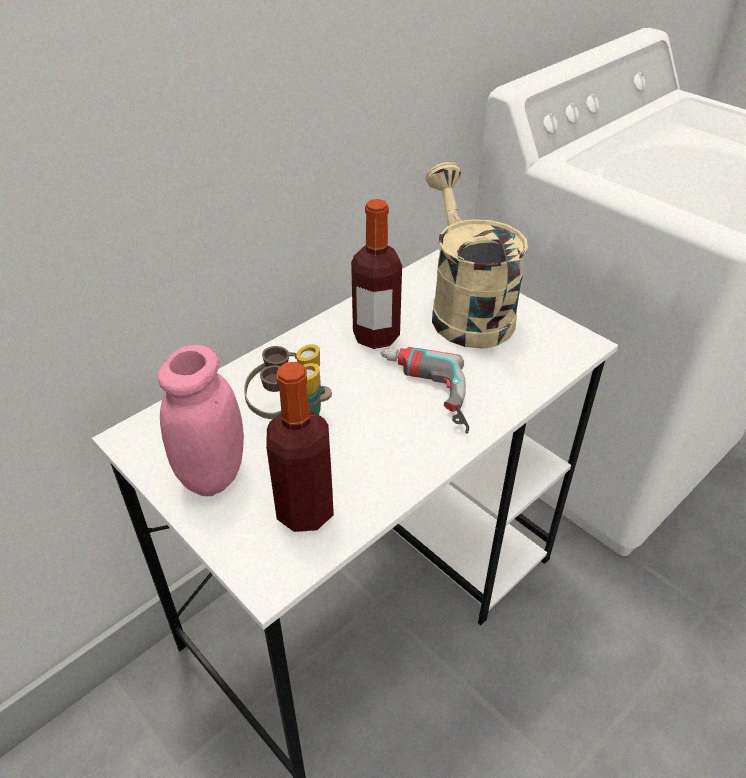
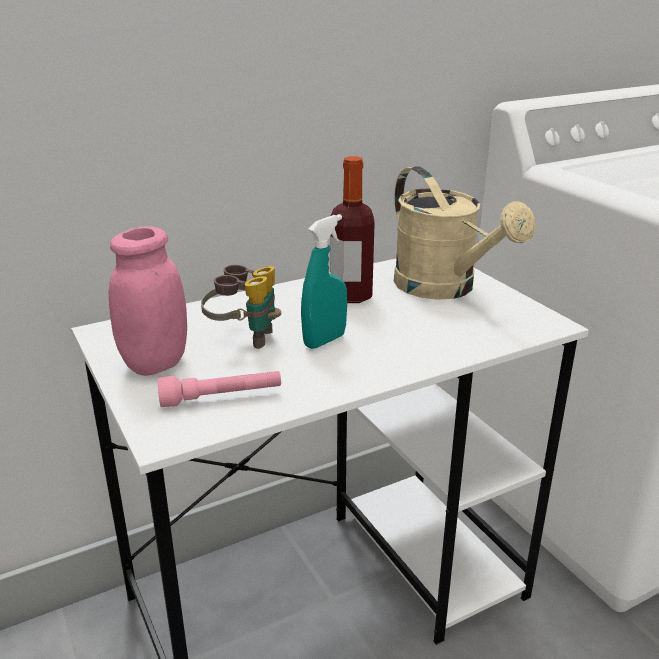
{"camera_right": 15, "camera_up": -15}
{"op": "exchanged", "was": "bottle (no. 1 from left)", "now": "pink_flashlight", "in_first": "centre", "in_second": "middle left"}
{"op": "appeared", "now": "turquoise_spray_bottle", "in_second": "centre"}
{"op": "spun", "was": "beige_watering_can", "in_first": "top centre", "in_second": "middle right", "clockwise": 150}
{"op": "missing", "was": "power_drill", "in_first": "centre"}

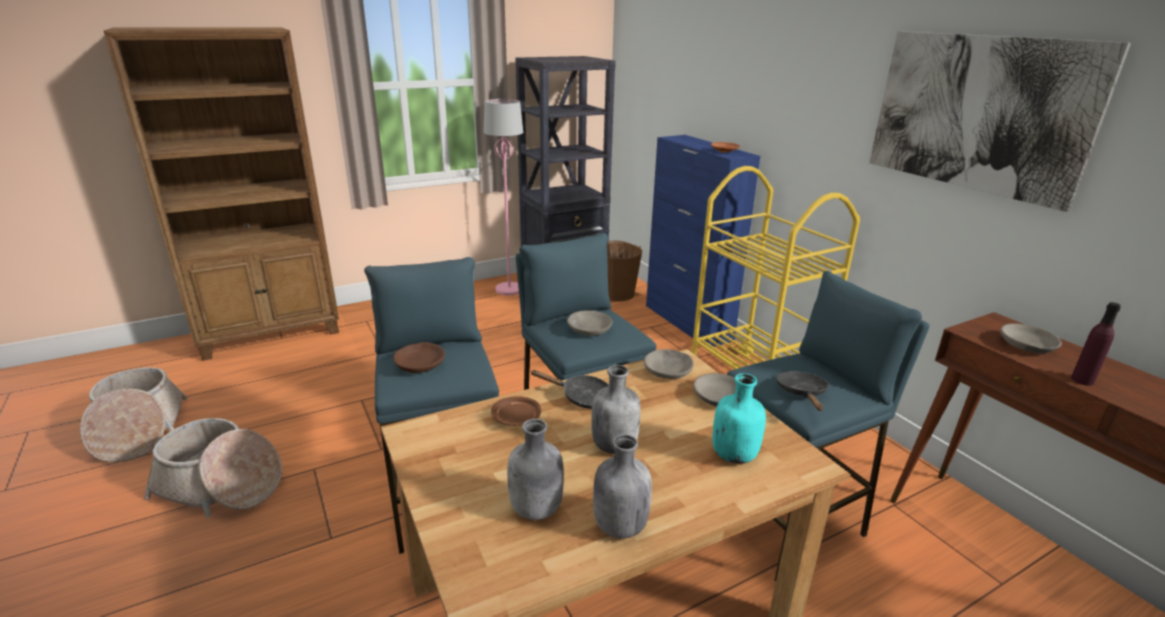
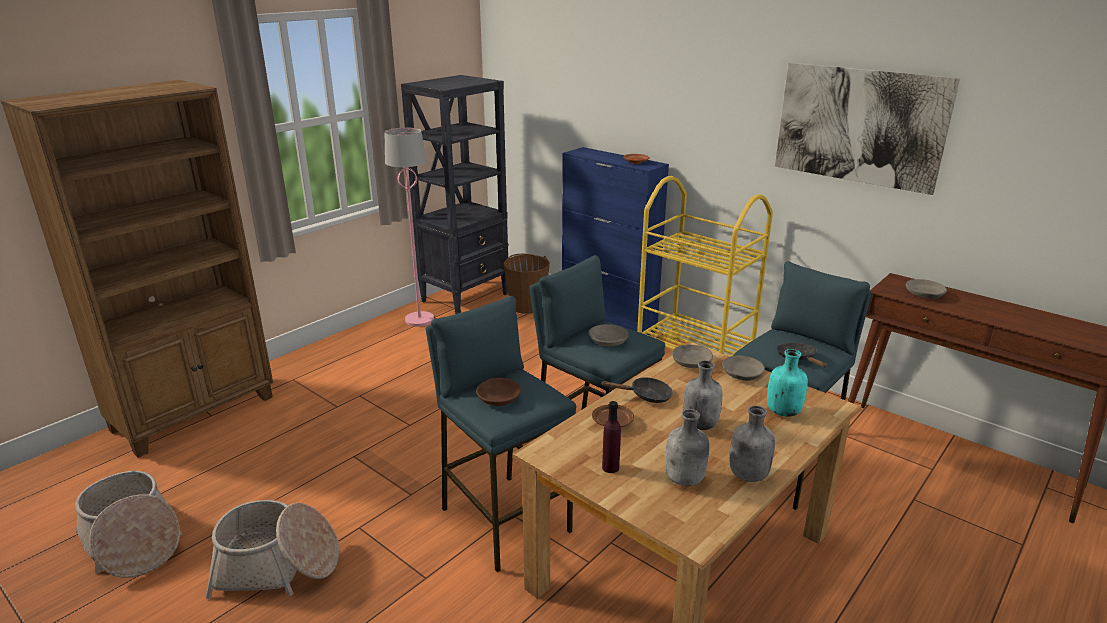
{"camera_right": -20, "camera_up": 0}
{"op": "relocated", "was": "purple_bottle", "in_first": "middle right", "in_second": "bottom centre"}

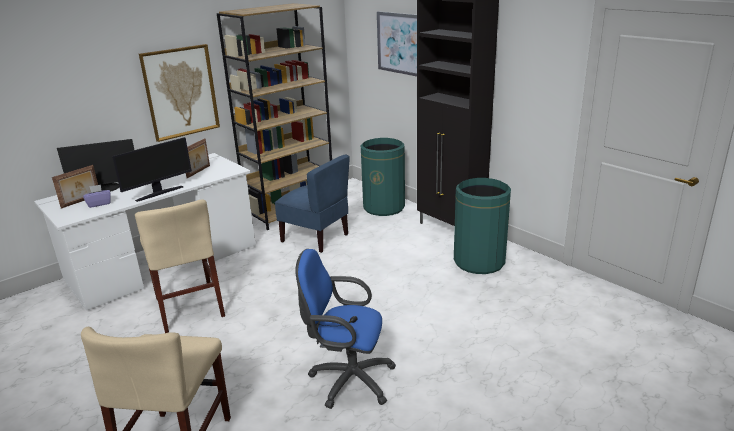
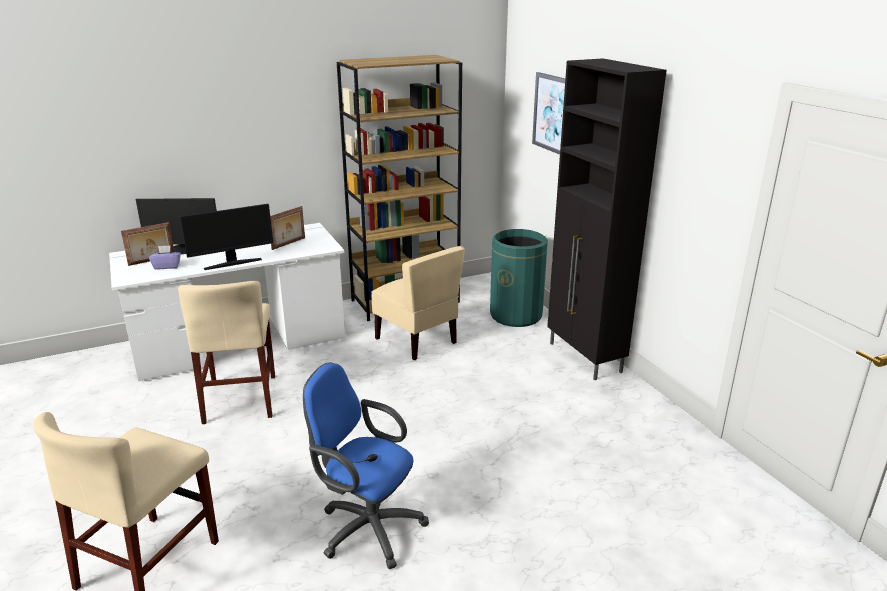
{"camera_right": 15, "camera_up": 0}
{"op": "colour", "was": "blue_chair", "now": "beige_chair (no. 3 from left)", "in_first": "centre", "in_second": "centre"}
{"op": "missing", "was": "picture (no. 1 from left)", "in_first": "top left"}
{"op": "missing", "was": "green_trash_can (no. 2 from left)", "in_first": "centre"}

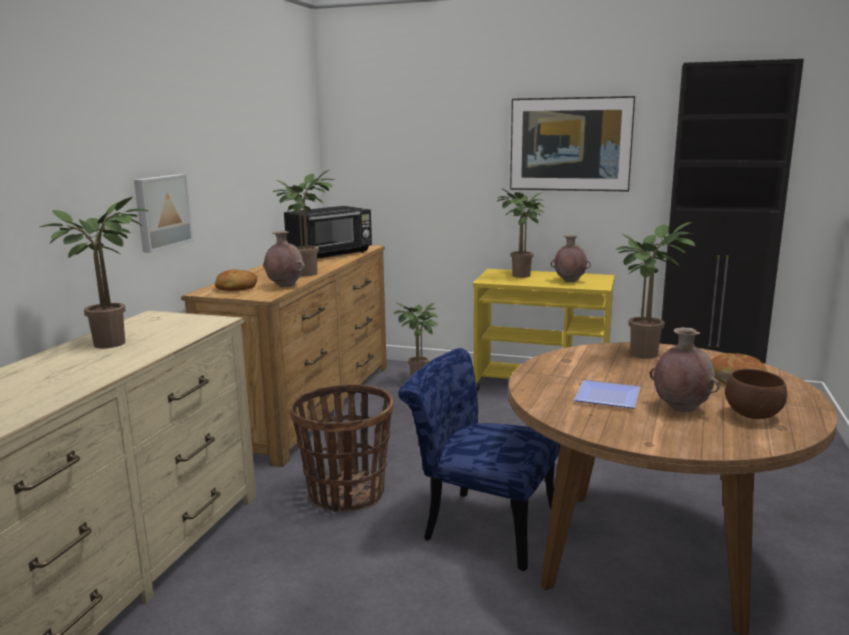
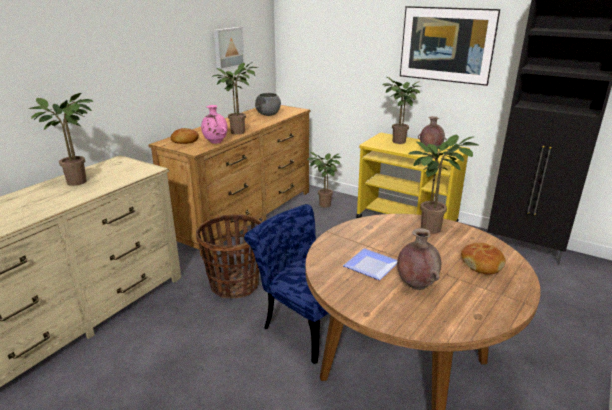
{"camera_right": 15, "camera_up": 10}
{"op": "colour", "was": "brown_vase (no. 1 from left)", "now": "pink_vase", "in_first": "centre", "in_second": "top centre"}
{"op": "relocated", "was": "picture (no. 1 from left)", "in_first": "middle left", "in_second": "top centre"}
{"op": "exchanged", "was": "black_microwave", "now": "grey_bowl", "in_first": "centre", "in_second": "top centre"}
{"op": "missing", "was": "brown_bowl", "in_first": "middle right"}

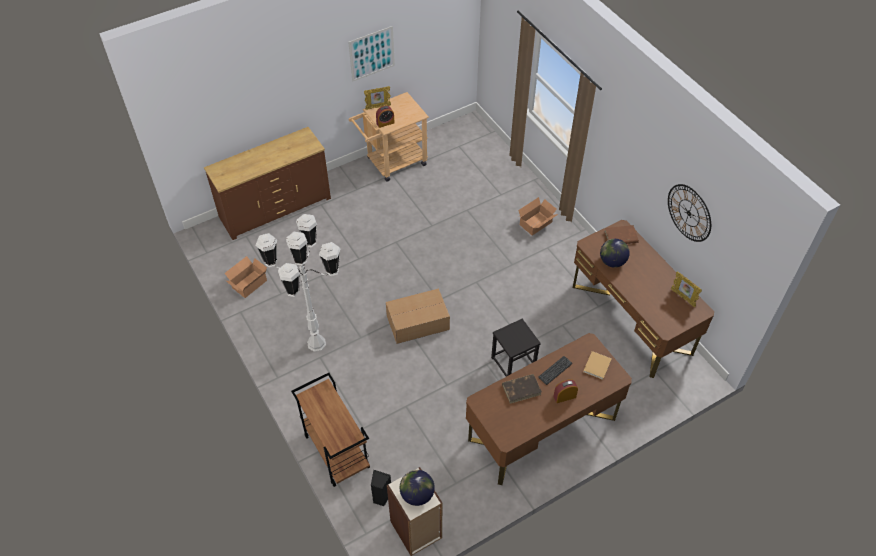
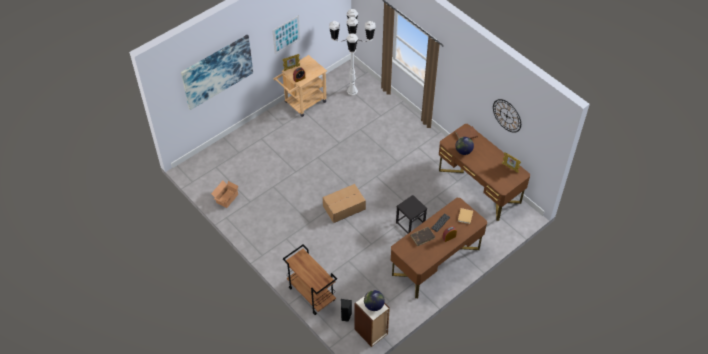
{"camera_right": -10, "camera_up": 0}
{"op": "appeared", "now": "picture (no. 1 from left)", "in_second": "top left"}
{"op": "relocated", "was": "white_floor_lamp", "in_first": "centre", "in_second": "top centre"}
{"op": "missing", "was": "brown_dresser", "in_first": "top left"}
{"op": "missing", "was": "cardboard_box (no. 3 from left)", "in_first": "centre"}

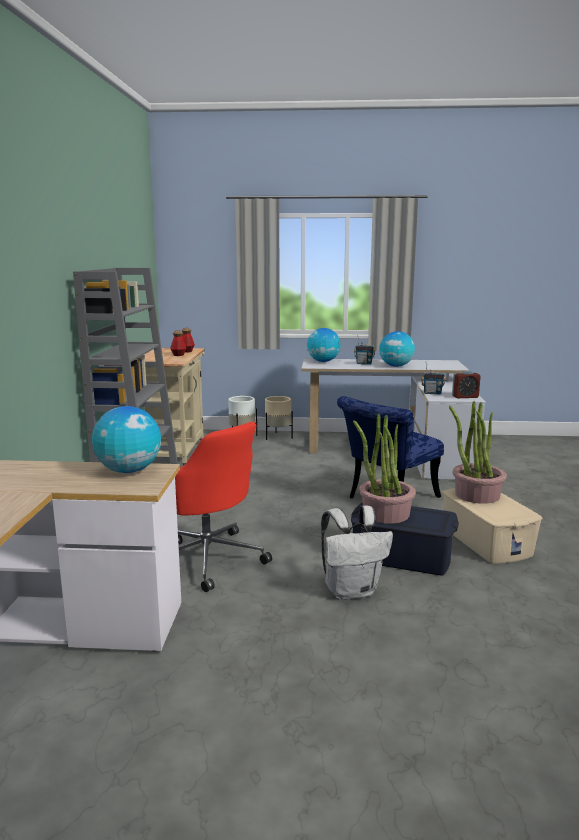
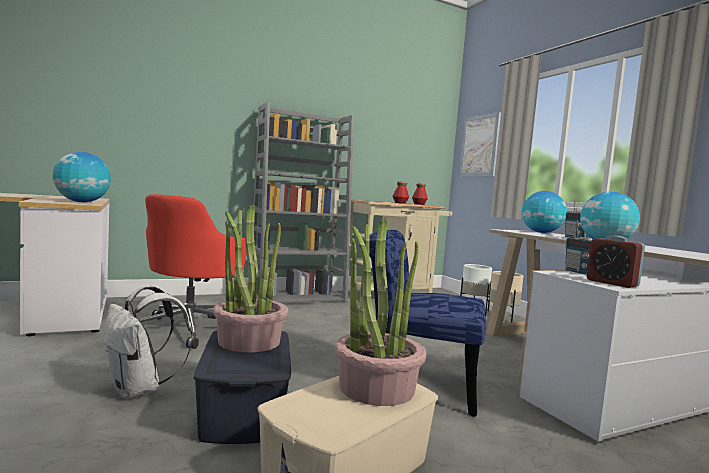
{"camera_right": 60, "camera_up": -10}
{"op": "appeared", "now": "picture", "in_second": "top right"}

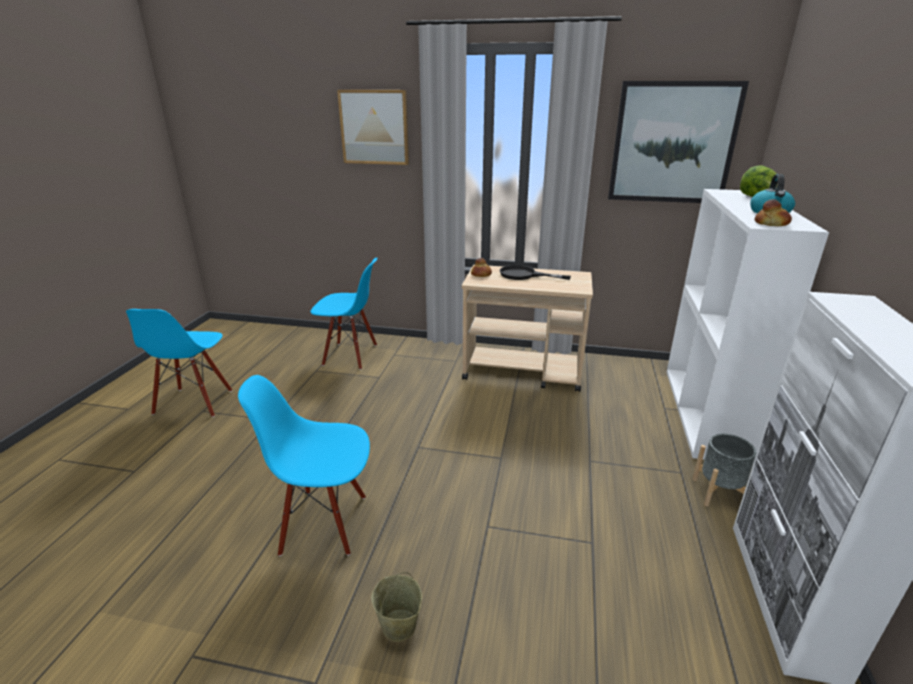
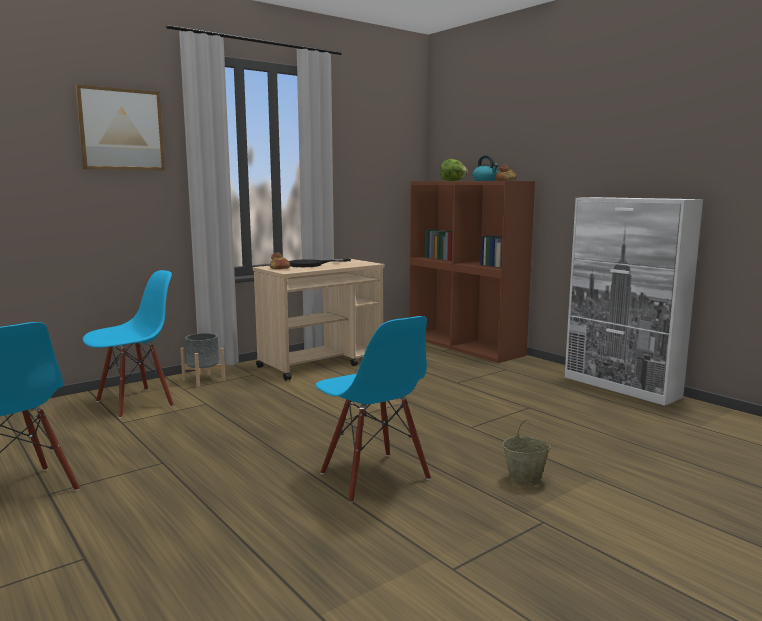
{"camera_right": -50, "camera_up": -15}
{"op": "relocated", "was": "grey_planter", "in_first": "bottom right", "in_second": "middle left"}
{"op": "spun", "was": "blue_chair (no. 2 from left in the first image)", "in_first": "bottom left", "in_second": "centre", "clockwise": -75}
{"op": "colour", "was": "white_bookcase", "now": "brown_bookcase", "in_first": "middle right", "in_second": "centre"}
{"op": "missing", "was": "picture (no. 2 from left)", "in_first": "top right"}

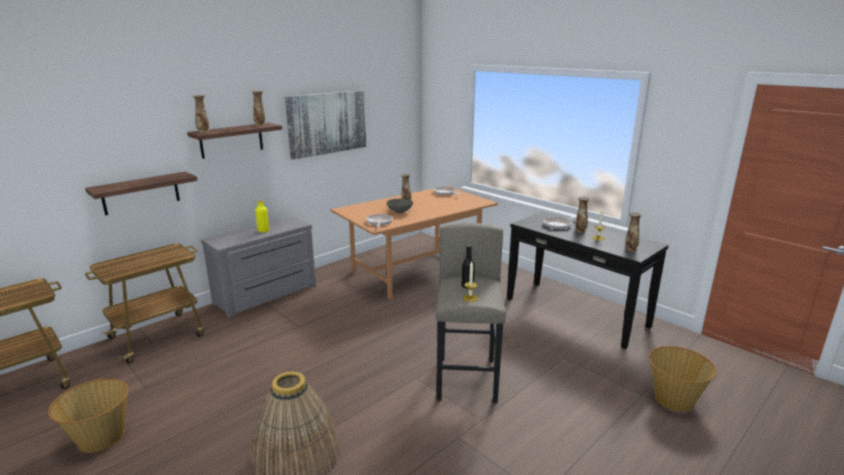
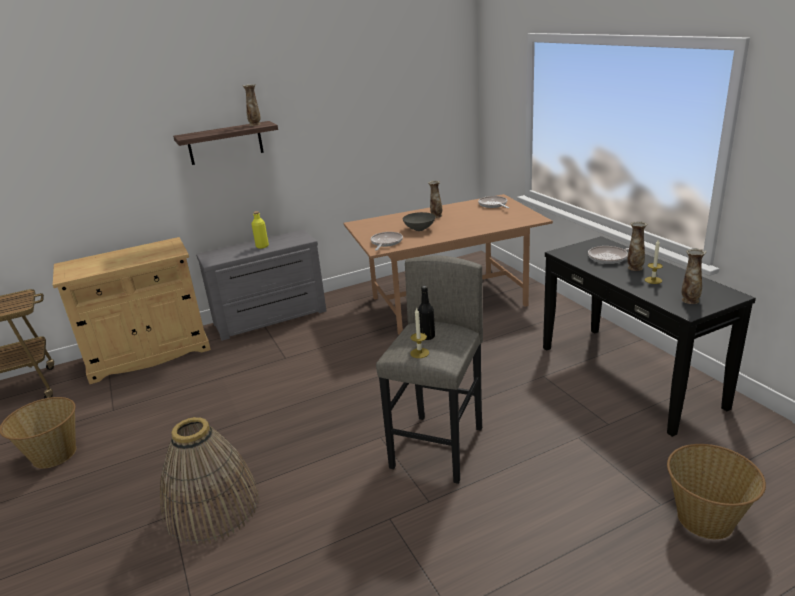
{"camera_right": 20, "camera_up": 5}
{"op": "exchanged", "was": "cart (no. 2 from left)", "now": "beige_cabinet", "in_first": "middle left", "in_second": "middle left"}
{"op": "missing", "was": "shelf (no. 1 from left)", "in_first": "middle left"}
{"op": "missing", "was": "vase (no. 1 from left)", "in_first": "top left"}
{"op": "missing", "was": "picture", "in_first": "top centre"}

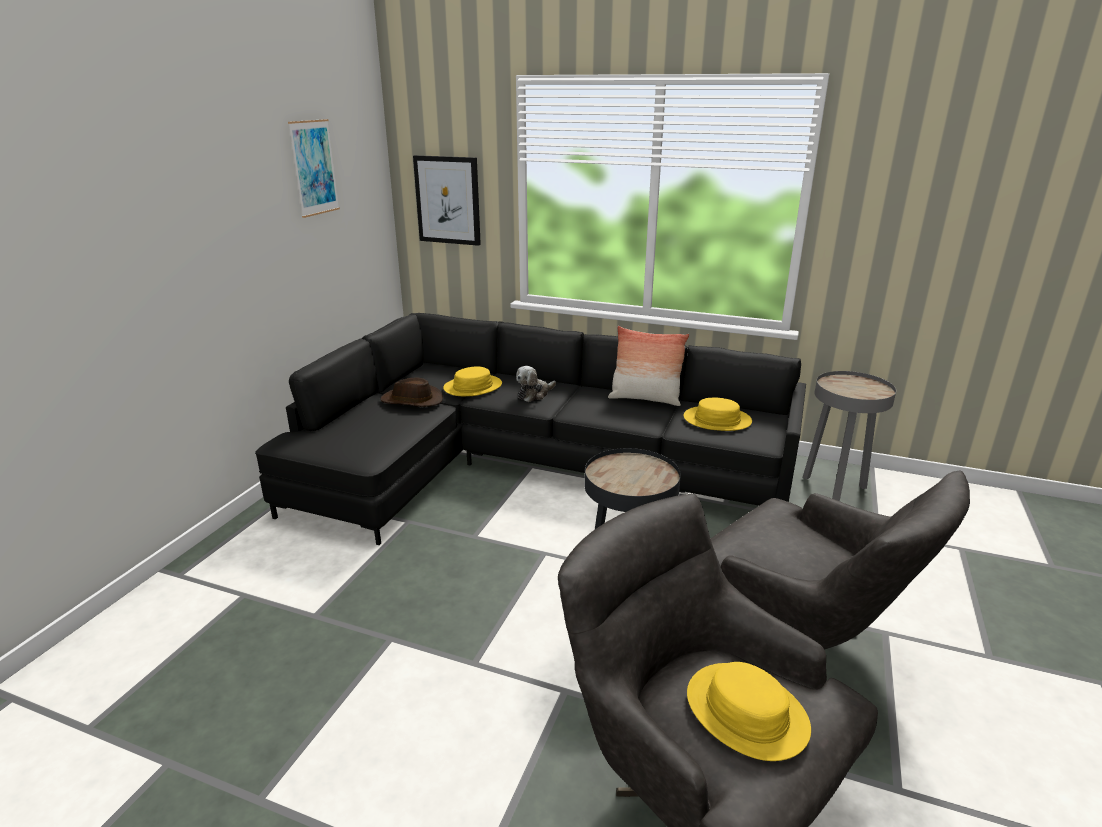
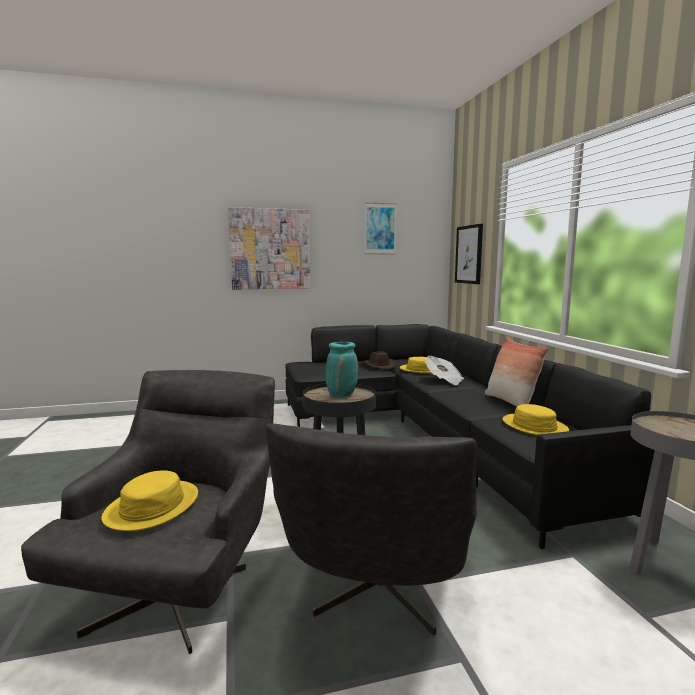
{"camera_right": 55, "camera_up": -15}
{"op": "appeared", "now": "picture (no. 1 from left)", "in_second": "centre"}
{"op": "appeared", "now": "turquoise_vase", "in_second": "centre"}
{"op": "exchanged", "was": "plush_toy", "now": "newspaper", "in_first": "centre", "in_second": "centre"}

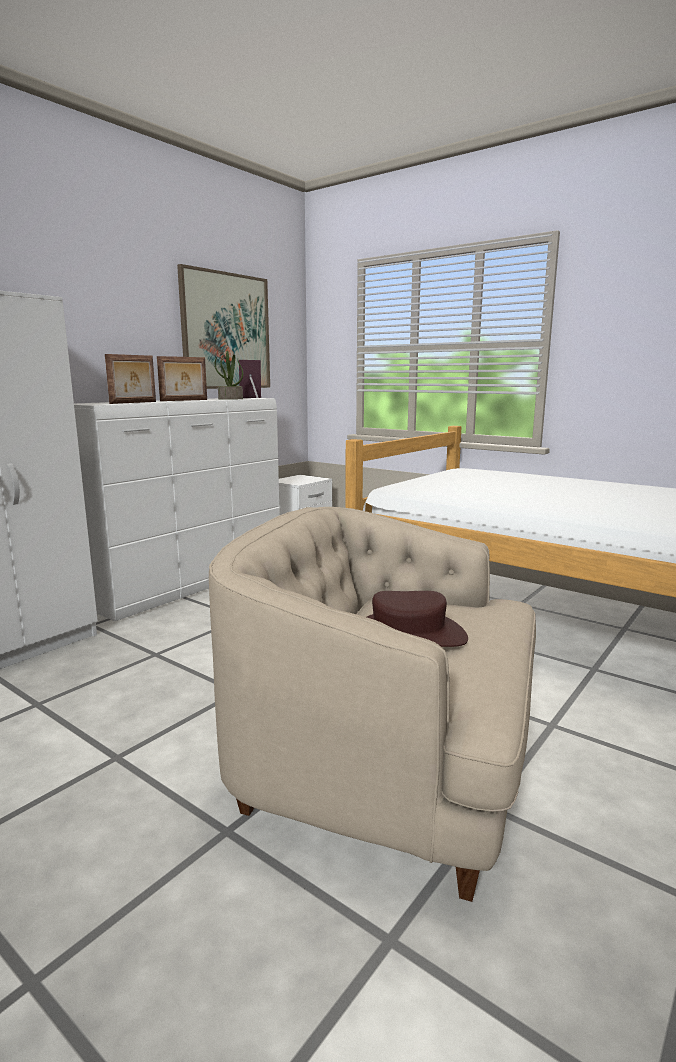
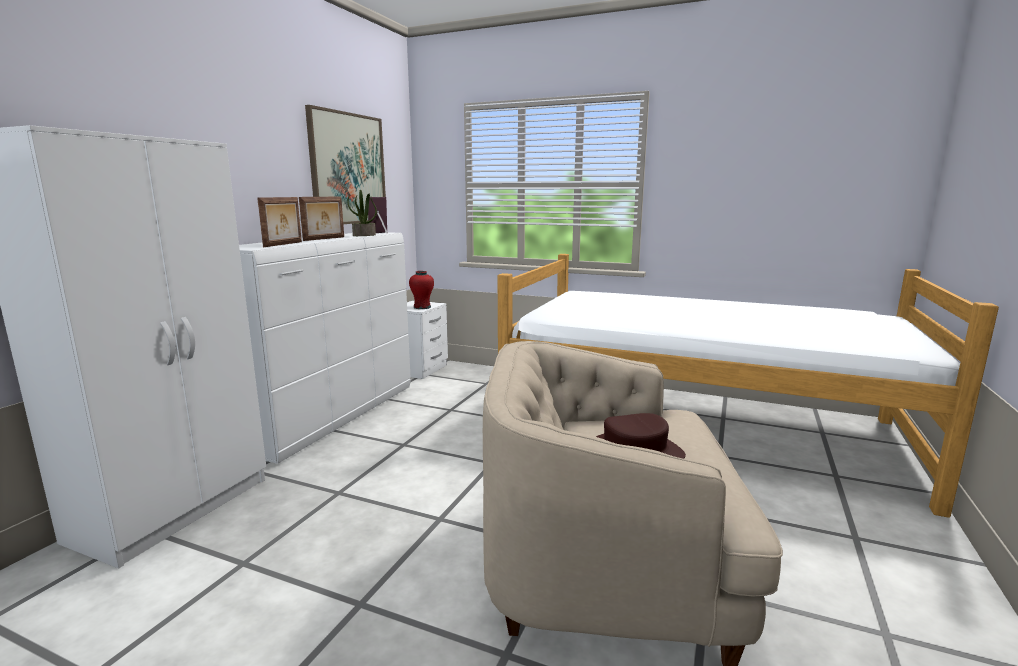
{"camera_right": -15, "camera_up": 0}
{"op": "appeared", "now": "red_vase", "in_second": "centre"}

